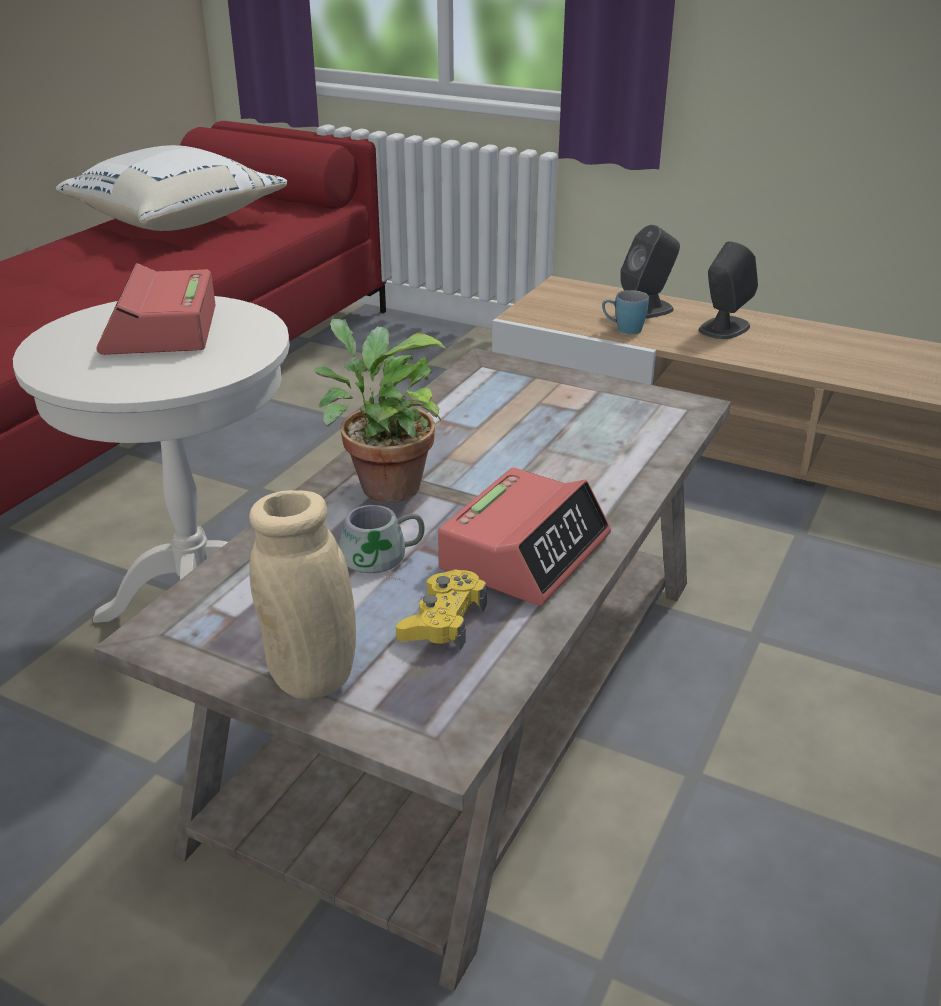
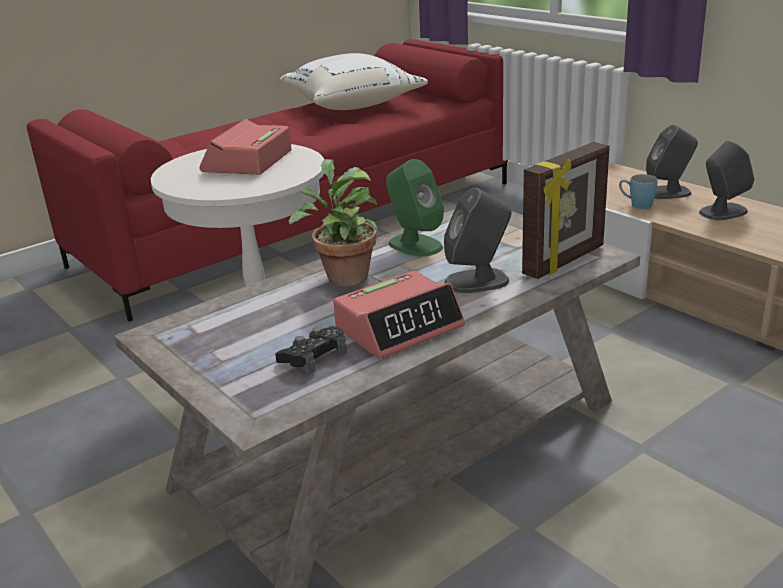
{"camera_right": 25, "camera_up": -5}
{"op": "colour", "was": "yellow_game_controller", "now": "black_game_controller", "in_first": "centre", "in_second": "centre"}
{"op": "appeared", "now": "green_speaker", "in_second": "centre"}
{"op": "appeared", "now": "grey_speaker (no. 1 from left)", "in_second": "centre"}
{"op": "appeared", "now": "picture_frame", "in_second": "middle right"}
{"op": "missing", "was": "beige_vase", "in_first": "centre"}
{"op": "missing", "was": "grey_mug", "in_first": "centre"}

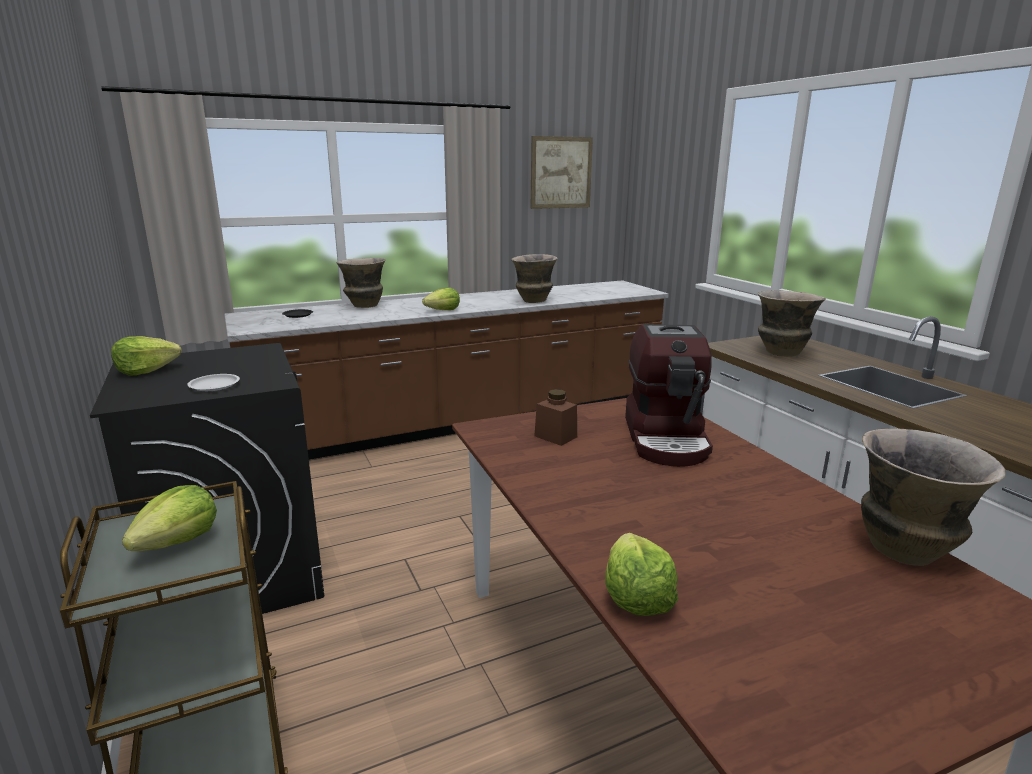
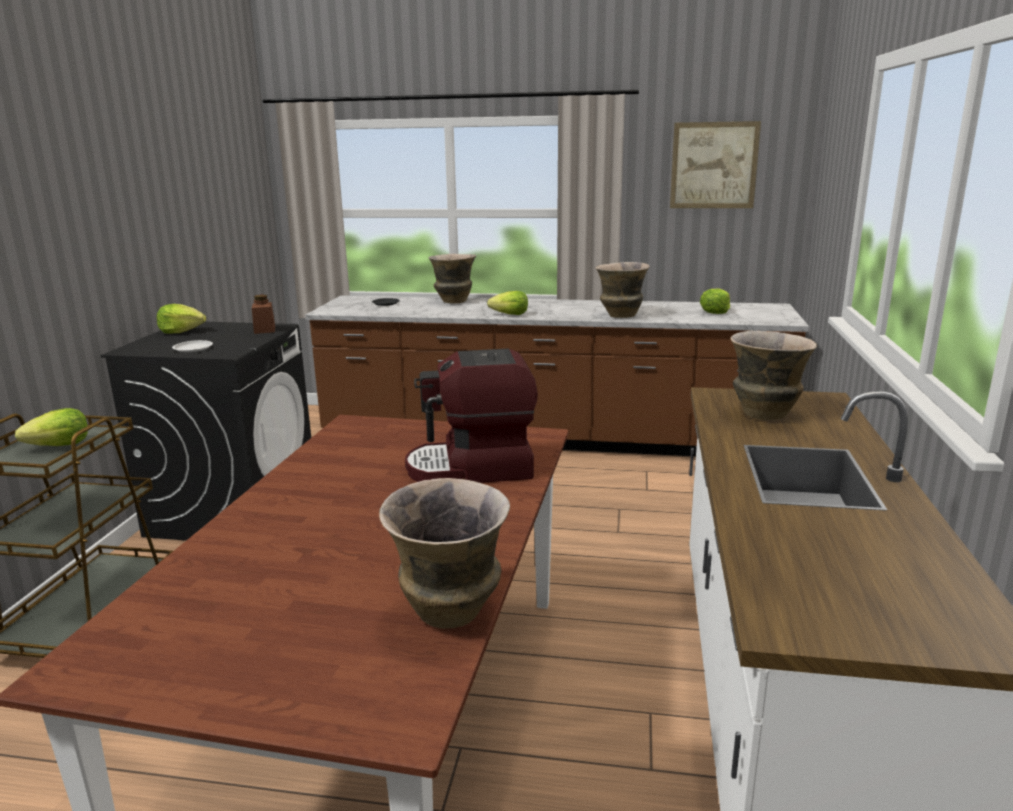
{"camera_right": 35, "camera_up": 0}
{"op": "relocated", "was": "brown_jar", "in_first": "centre", "in_second": "middle left"}
{"op": "spun", "was": "coffee_machine", "in_first": "centre", "in_second": "centre", "clockwise": 45}
{"op": "relocated", "was": "lettuce (no. 4 from left)", "in_first": "bottom centre", "in_second": "middle right"}

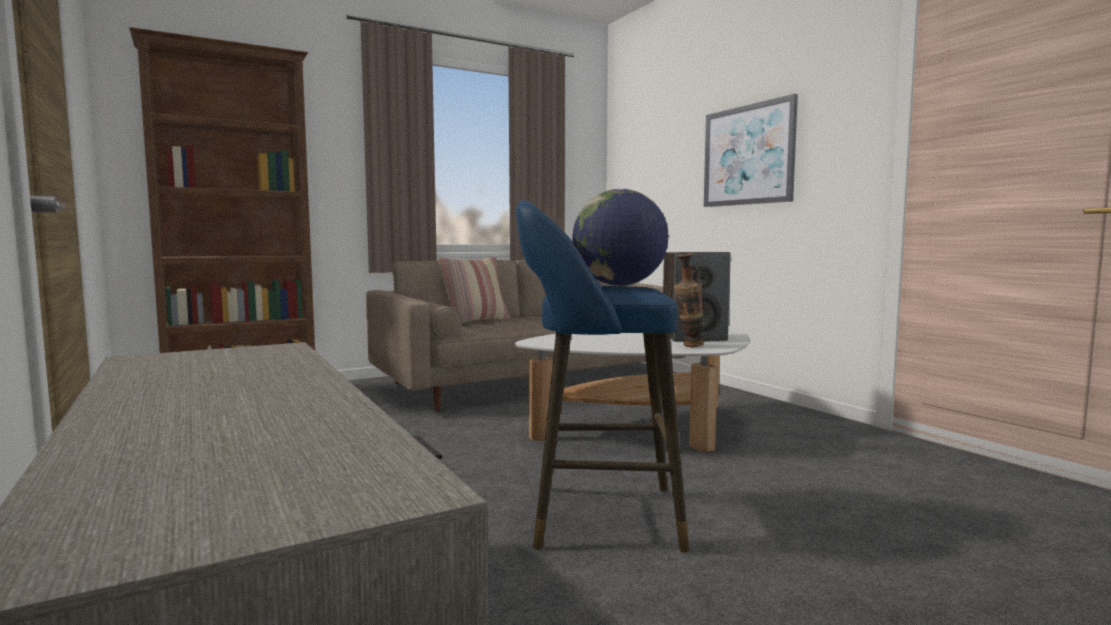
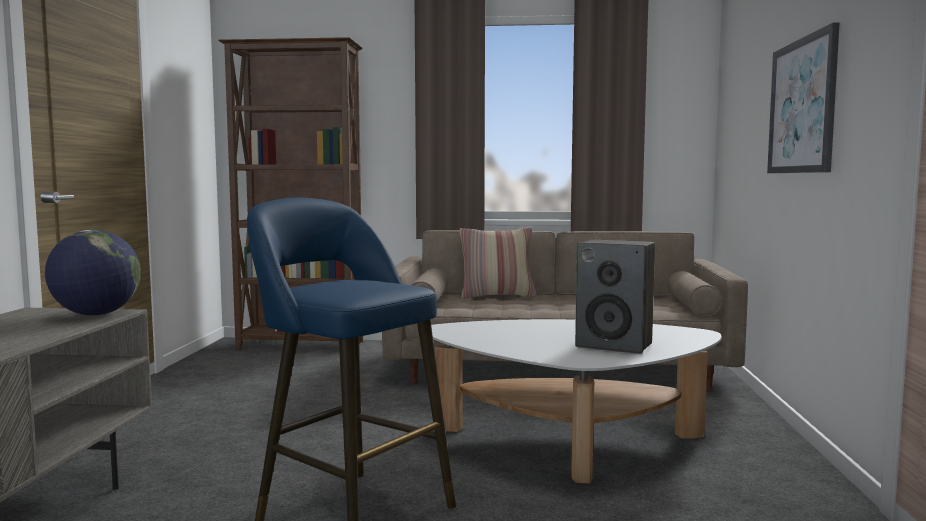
{"camera_right": 35, "camera_up": 0}
{"op": "relocated", "was": "globe", "in_first": "centre", "in_second": "middle left"}
{"op": "missing", "was": "vase", "in_first": "centre"}

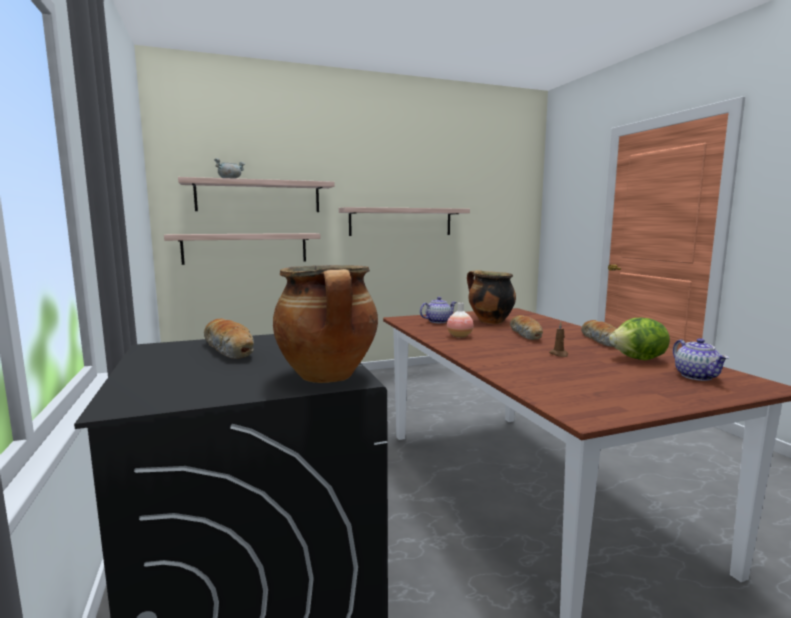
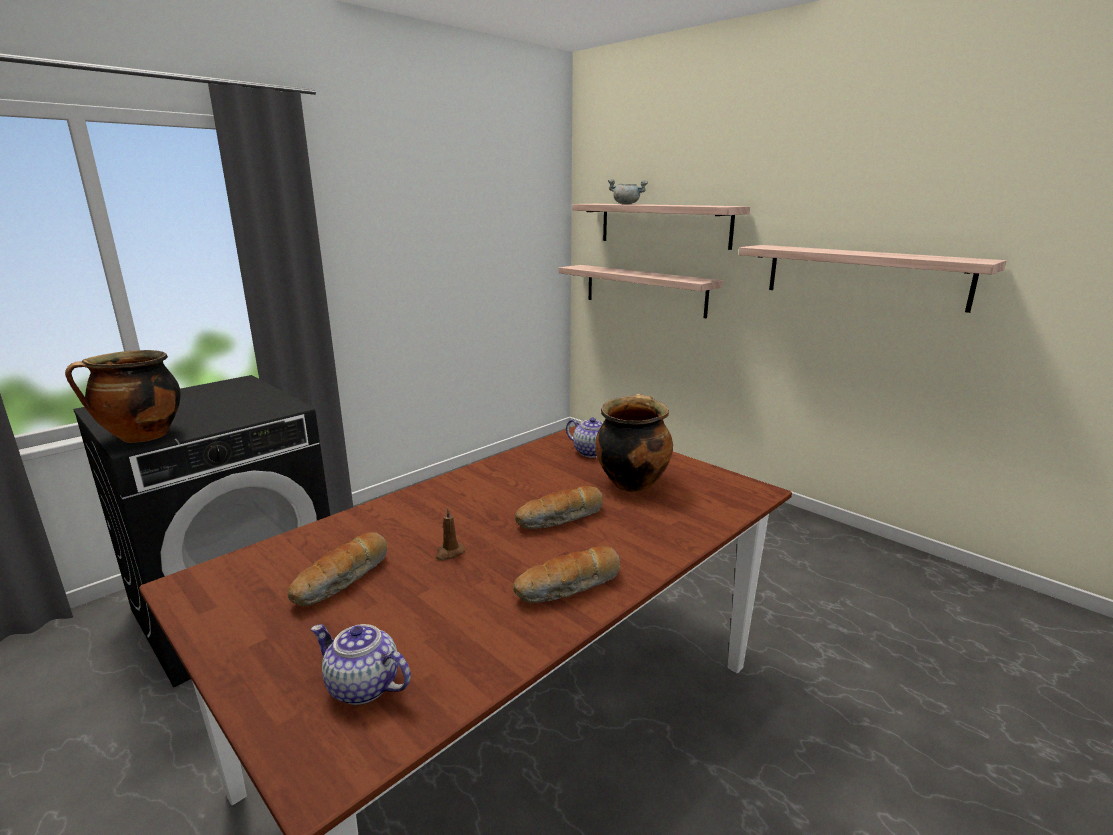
{"camera_right": 65, "camera_up": 10}
{"op": "relocated", "was": "bread (no. 1 from left)", "in_first": "middle left", "in_second": "bottom left"}
{"op": "spun", "was": "teapot (no. 2 from left in the first image)", "in_first": "middle right", "in_second": "bottom left", "clockwise": 60}
{"op": "missing", "was": "vase", "in_first": "centre"}
{"op": "missing", "was": "lettuce", "in_first": "middle right"}

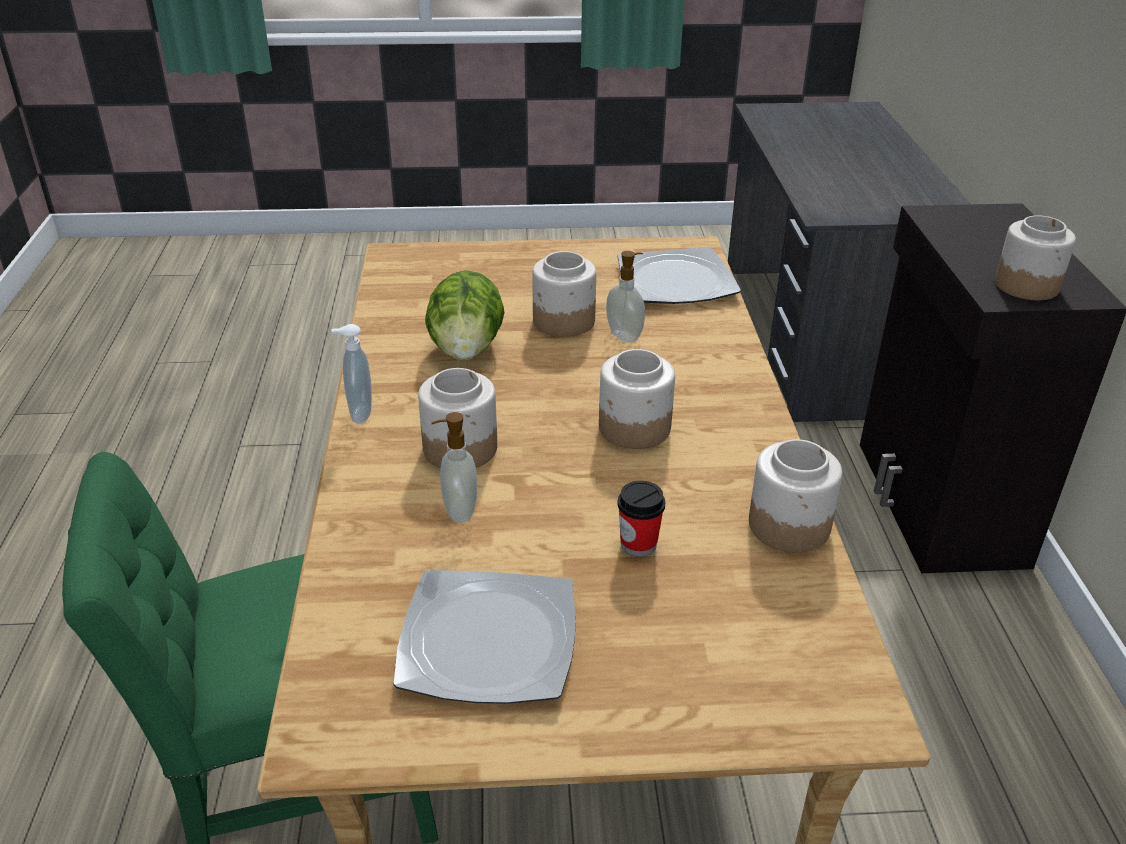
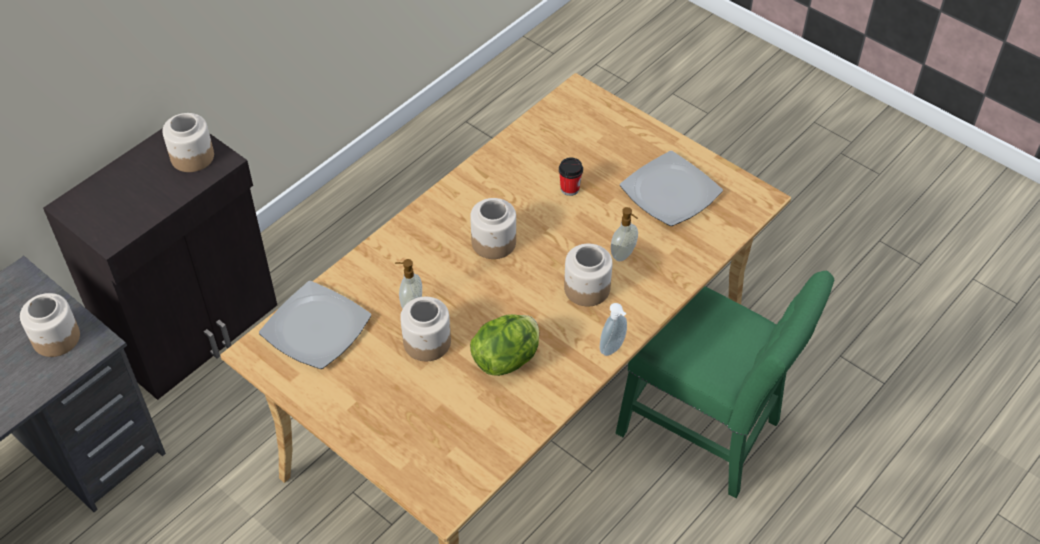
{"camera_right": -135, "camera_up": 15}
{"op": "relocated", "was": "jar (no. 4 from left in the first image)", "now": "jar (no. 1 from left)", "in_first": "middle right", "in_second": "middle left"}

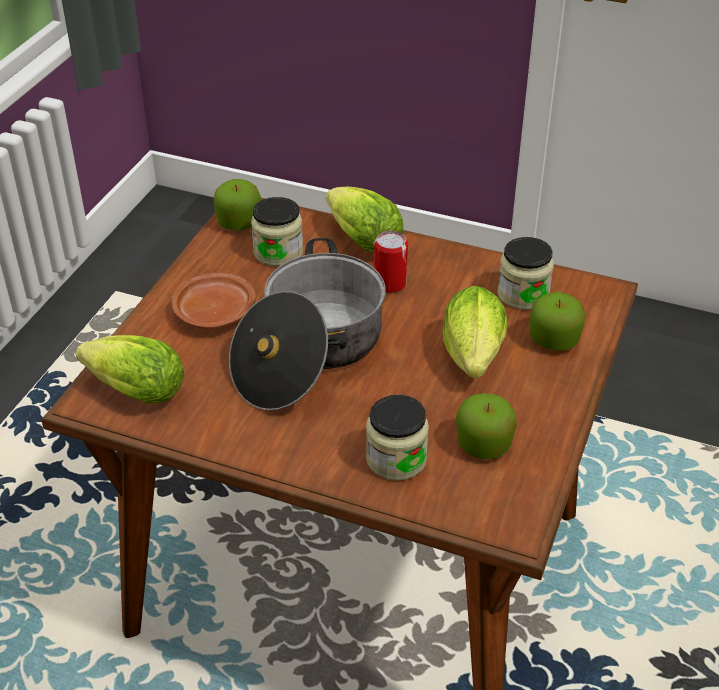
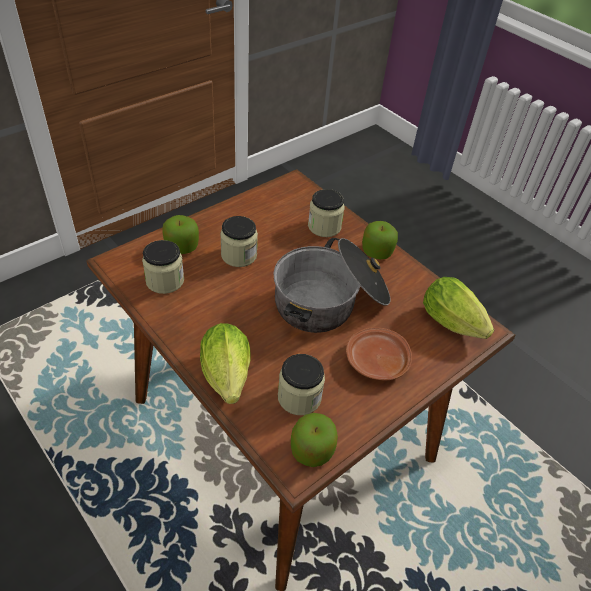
{"camera_right": -155, "camera_up": 5}
{"op": "exchanged", "was": "lettuce (no. 3 from left)", "now": "jar (no. 2 from left)", "in_first": "centre", "in_second": "centre"}
{"op": "relocated", "was": "apple (no. 2 from left in the first image)", "now": "apple (no. 3 from left)", "in_first": "middle right", "in_second": "centre"}
{"op": "missing", "was": "can", "in_first": "centre"}

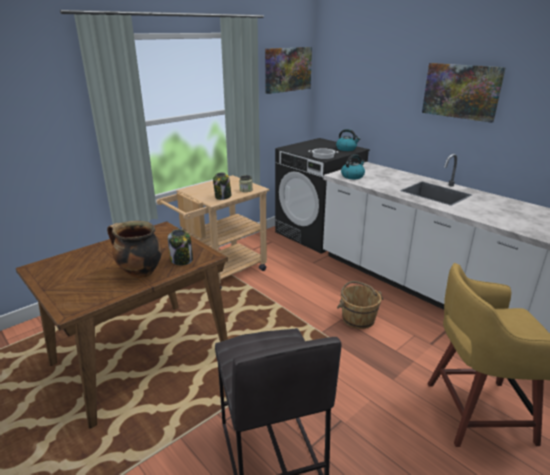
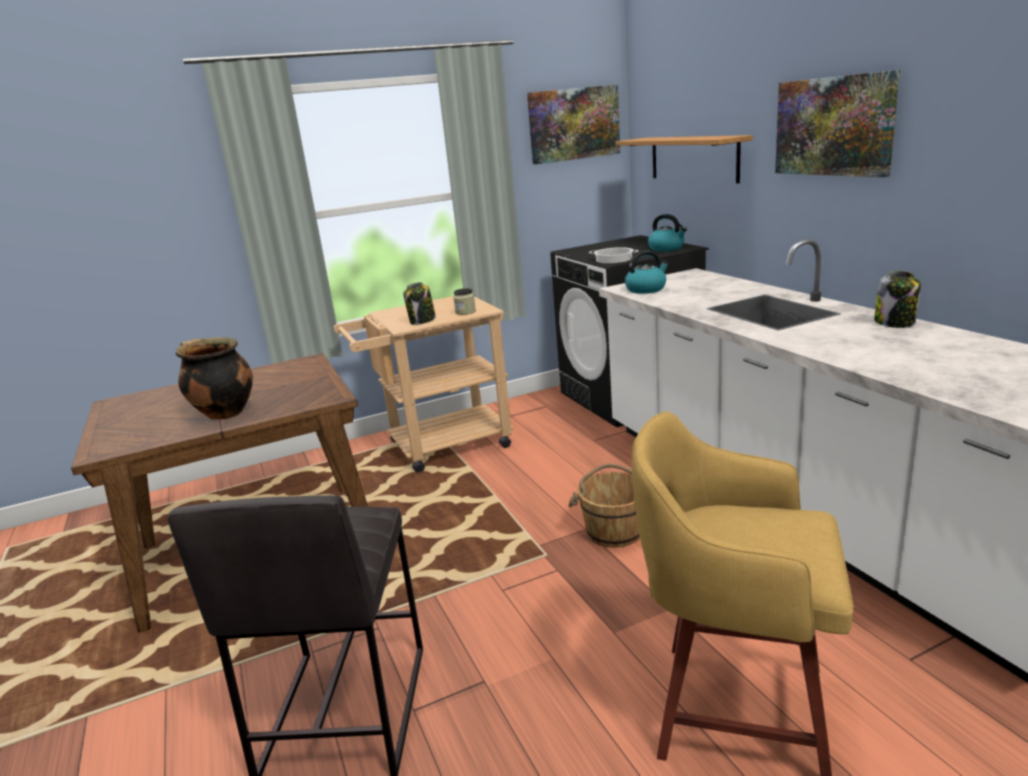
{"camera_right": 20, "camera_up": -5}
{"op": "appeared", "now": "shelf", "in_second": "top centre"}
{"op": "relocated", "was": "jar (no. 1 from left in the first image)", "now": "jar (no. 3 from left)", "in_first": "middle left", "in_second": "middle right"}

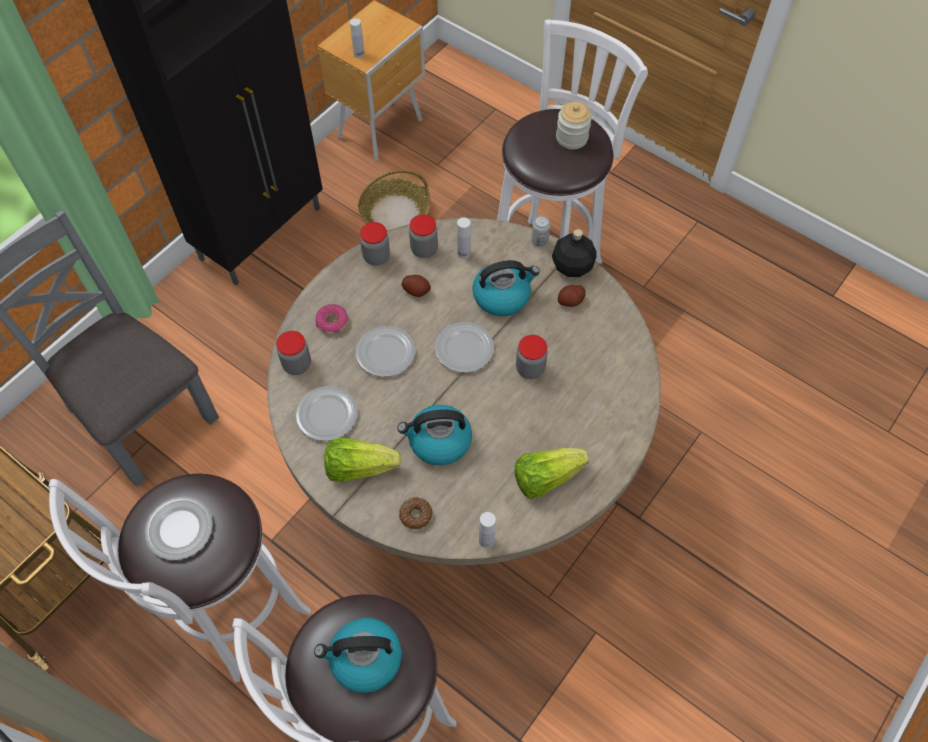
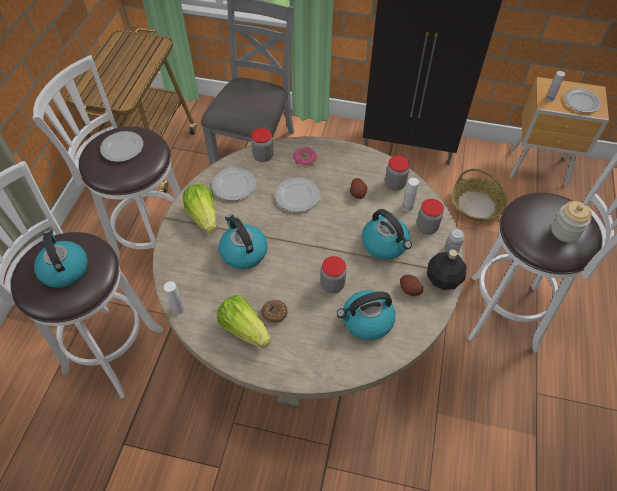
{"camera_right": 65, "camera_up": -5}
{"op": "relocated", "was": "donut (no. 2 from left in the first image)", "now": "donut (no. 1 from left)", "in_first": "bottom centre", "in_second": "centre"}
{"op": "appeared", "now": "kettle (no. 3 from left)", "in_second": "centre"}
{"op": "relocated", "was": "jar (no. 2 from left in the first image)", "now": "jar (no. 4 from left)", "in_first": "top centre", "in_second": "middle right"}
{"op": "relocated", "was": "plate (no. 4 from left)", "in_first": "centre", "in_second": "top right"}

